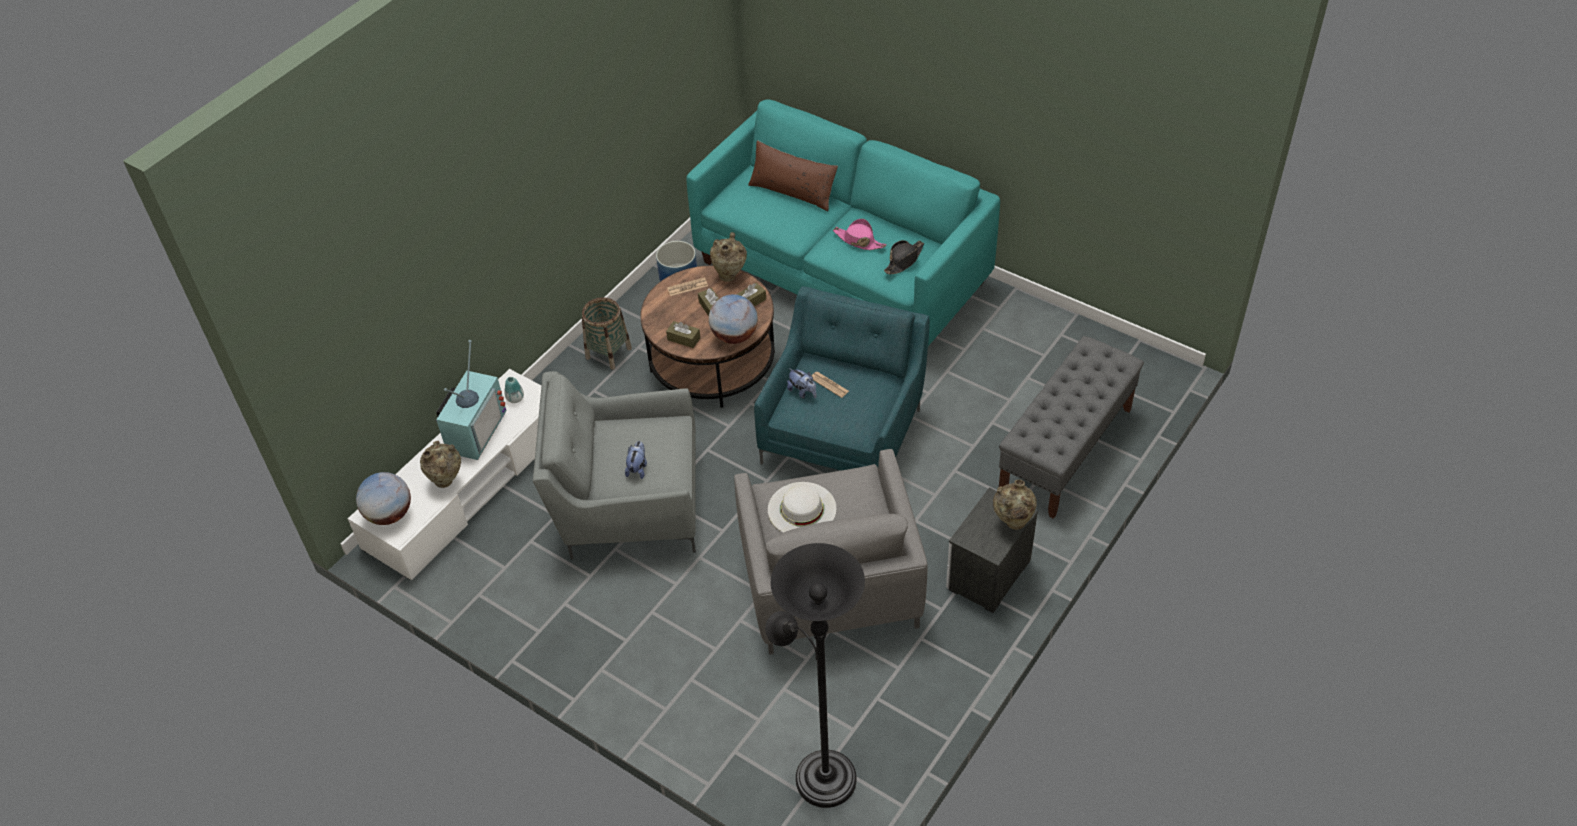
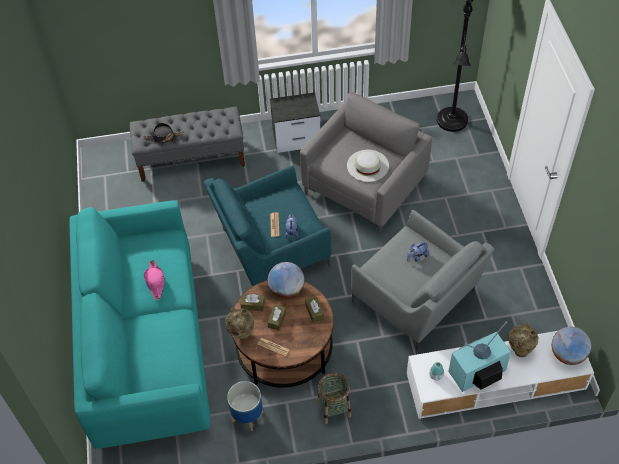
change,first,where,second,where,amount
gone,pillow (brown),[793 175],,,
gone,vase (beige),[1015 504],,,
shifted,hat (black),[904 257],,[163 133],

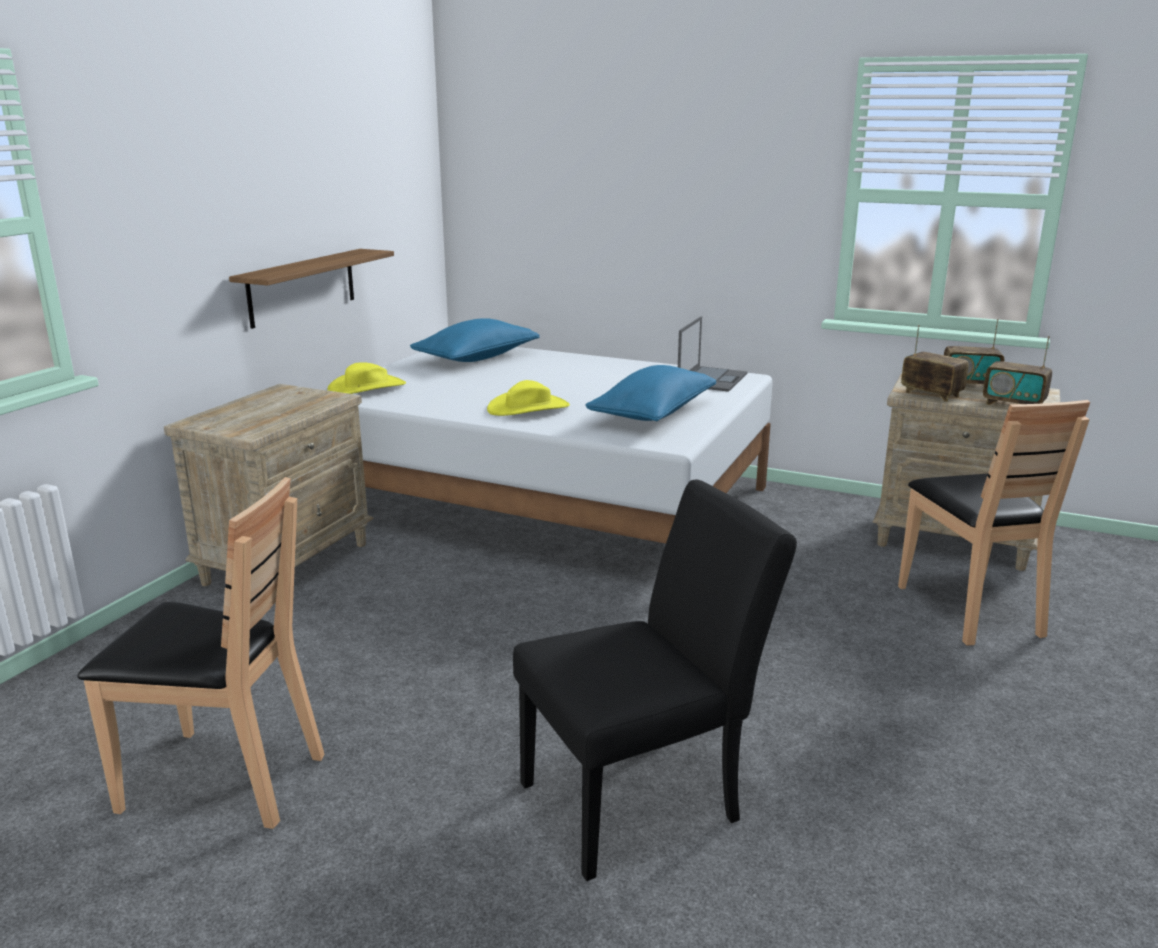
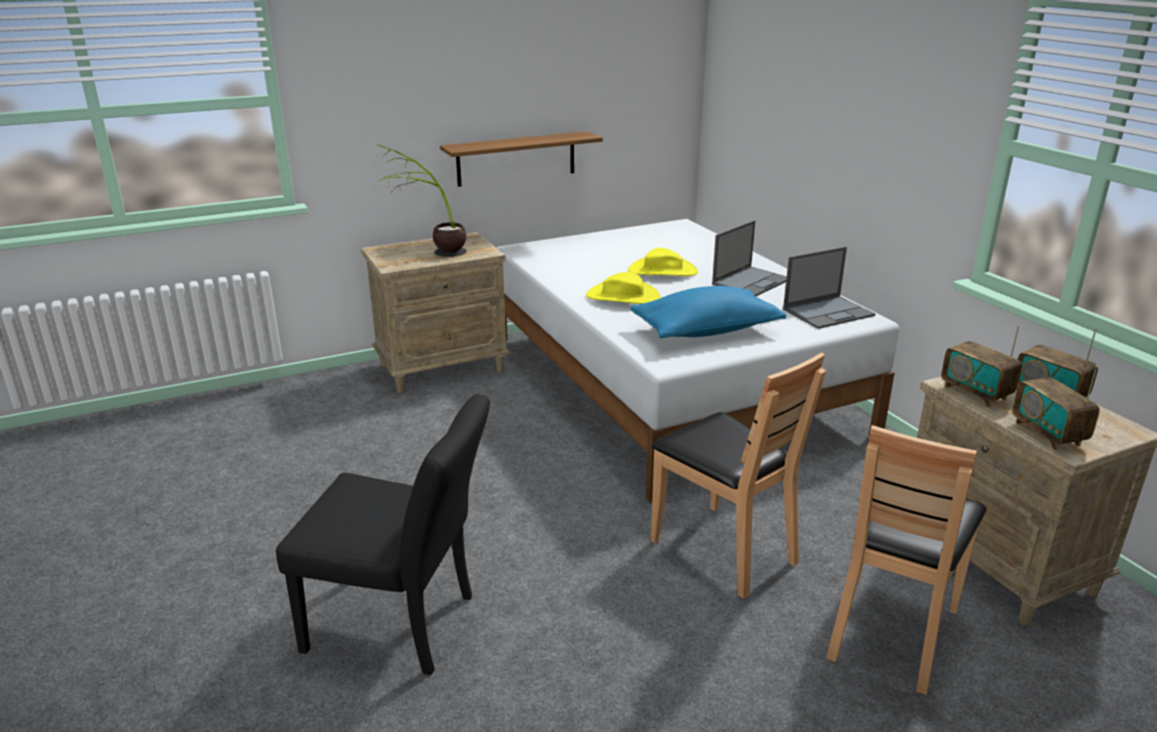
change,first,where,second,where,amount
gone,pillow (blue),[474 340],,,
new,,,potted plant,[422 200],
new,,,laptop,[749 258],
shifted,chair (brown),[200 653],,[738 475],
shifted,hat (yellow),[366 378],,[663 262],
rotated,radio,[935 363],,[981 366],150 degrees clockwise

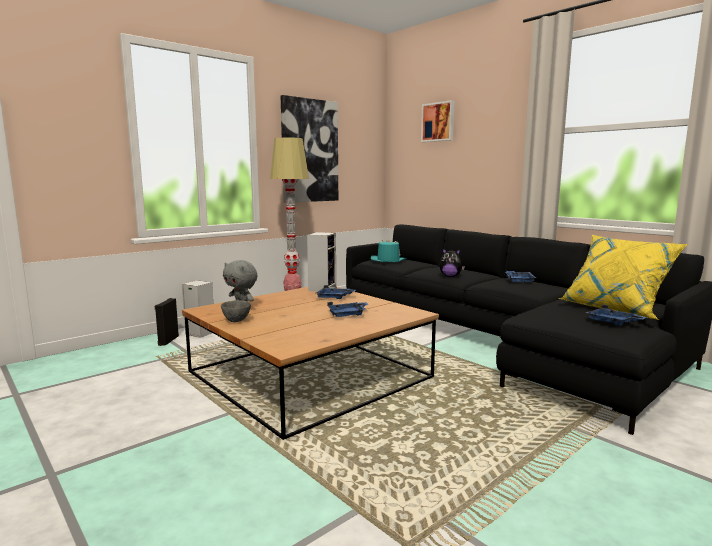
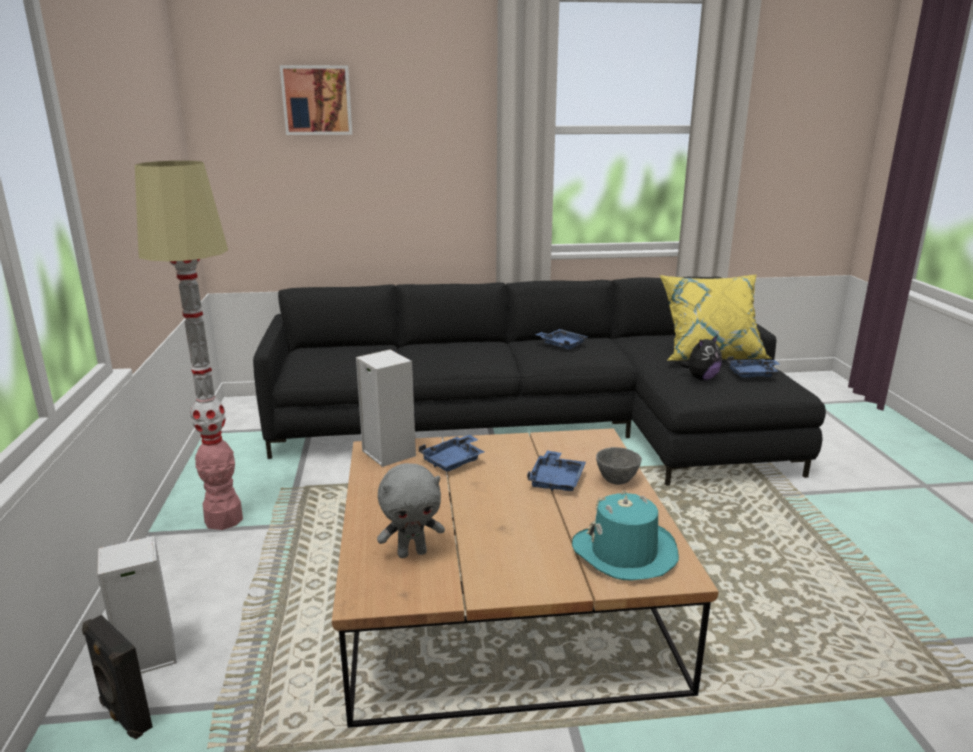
change,first,where,second,where,amount
gone,picture,[309 149],,,
shifted,bowl (grey),[236 311],,[619 466],
shifted,hat (turquoise),[389 250],,[625 535],
shifted,plush toy,[452 262],,[701 358],

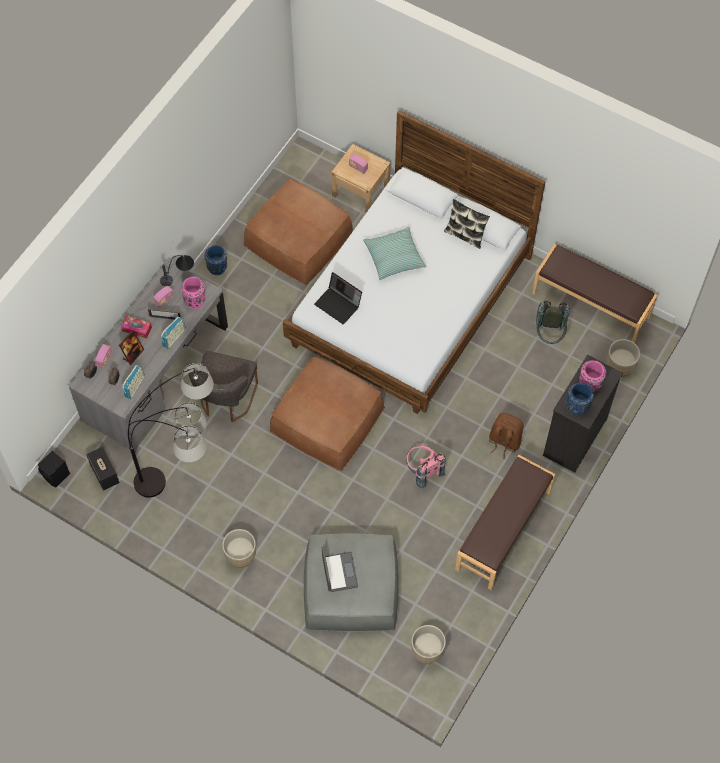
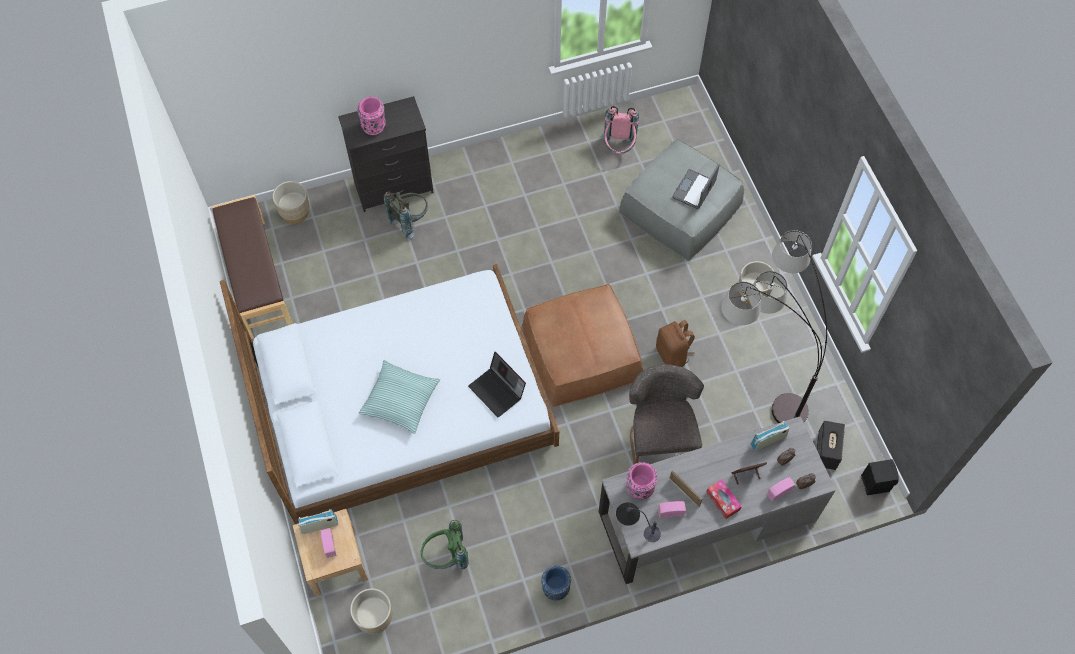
change,first,where,second,where,amount
gone,pillow,[467 224],,,
gone,bench (brown),[505 522],,,
gone,vase (blue),[580 399],,,
shifted,radio,[173 332],,[318 521],
shifted,backpack (pink),[426 467],,[620 130],
shifted,planter (beige),[428 644],,[371 611],
shifted,backpack (brown),[506 436],,[675 343],
shifted,backpack (grey),[552 322],,[406 215],
swapped,ottoman (brown),[298 231],backpack (green),[445 544],
rotated,chair (grey),[223 386],,[666 414],60 degrees counterclockwise
rotated,laptop,[338 298],,[497 384],150 degrees clockwise

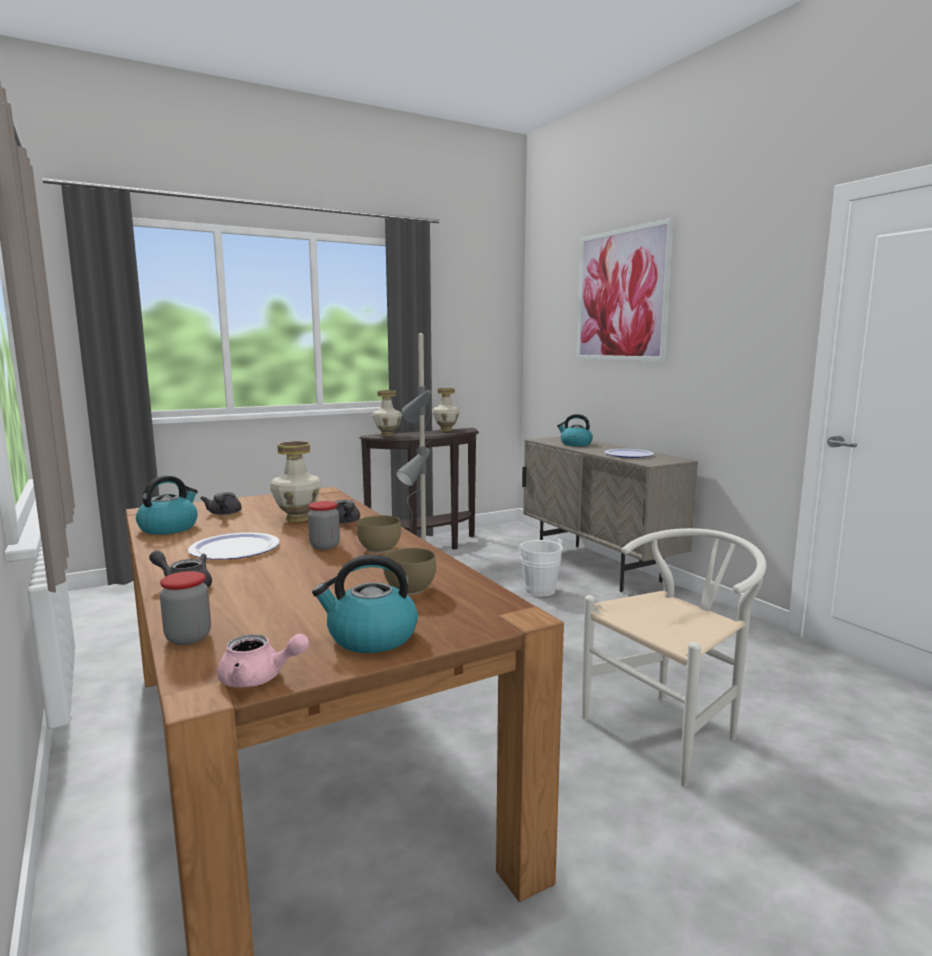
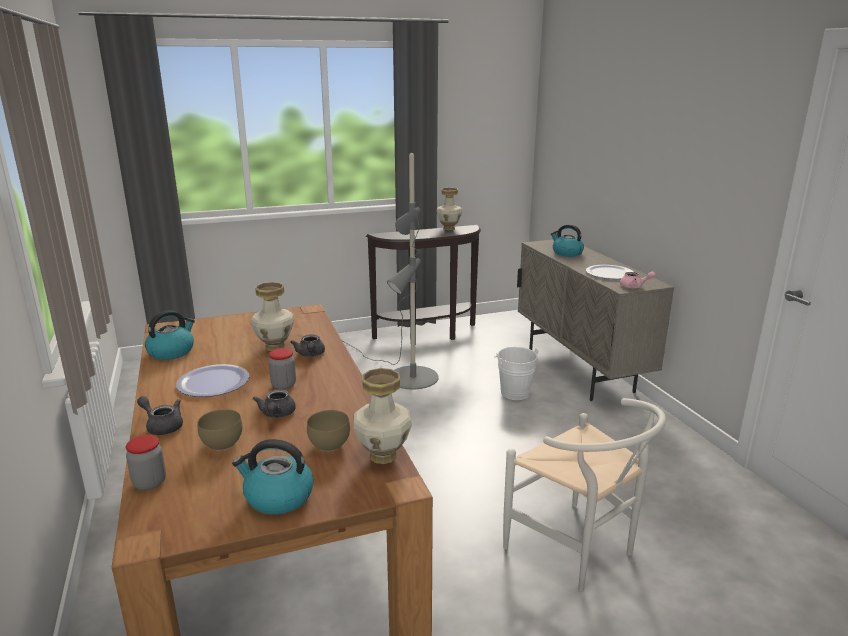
change,first,where,second,where,amount
gone,picture,[625 290],,,
shifted,teapot (grey),[221 504],,[274 403],
shifted,teapot (pink),[263 660],,[638 280],
shifted,bowl (brown),[379 534],,[220 430],
shifted,vase,[387 413],,[382 416],
rotated,chair (white),[674 657],,[584 494],75 degrees clockwise

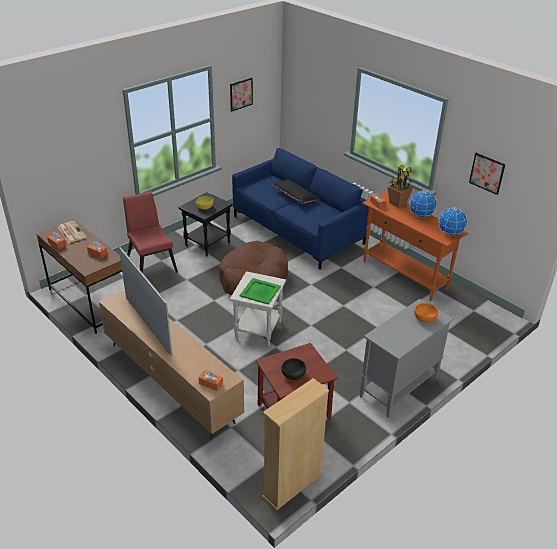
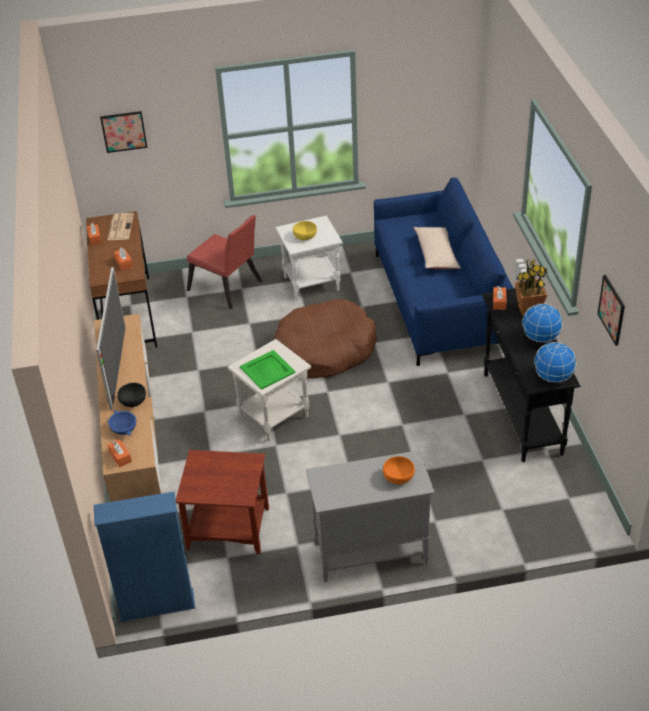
change,first,where,second,where,amount
new,,,bowl (blue),[122 423],
shifted,picture,[241 95],,[124 132],
shifted,bowl (black),[294 369],,[131 395],
repainted,side table (black),[205 224],side table (white),[309 258],
repainted,bookcase (beige),[295 444],bookcase (blue),[144 556],
repainted,pillow (black),[295 192],pillow (beige),[437 248],
repainted,console table (orange),[415 246],console table (black),[531 375],
rotated,chair (red),[150 232],,[224 262],120 degrees clockwise

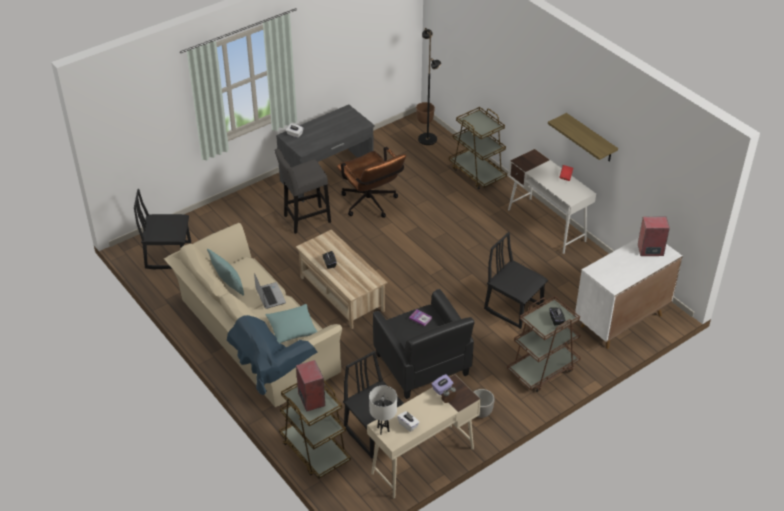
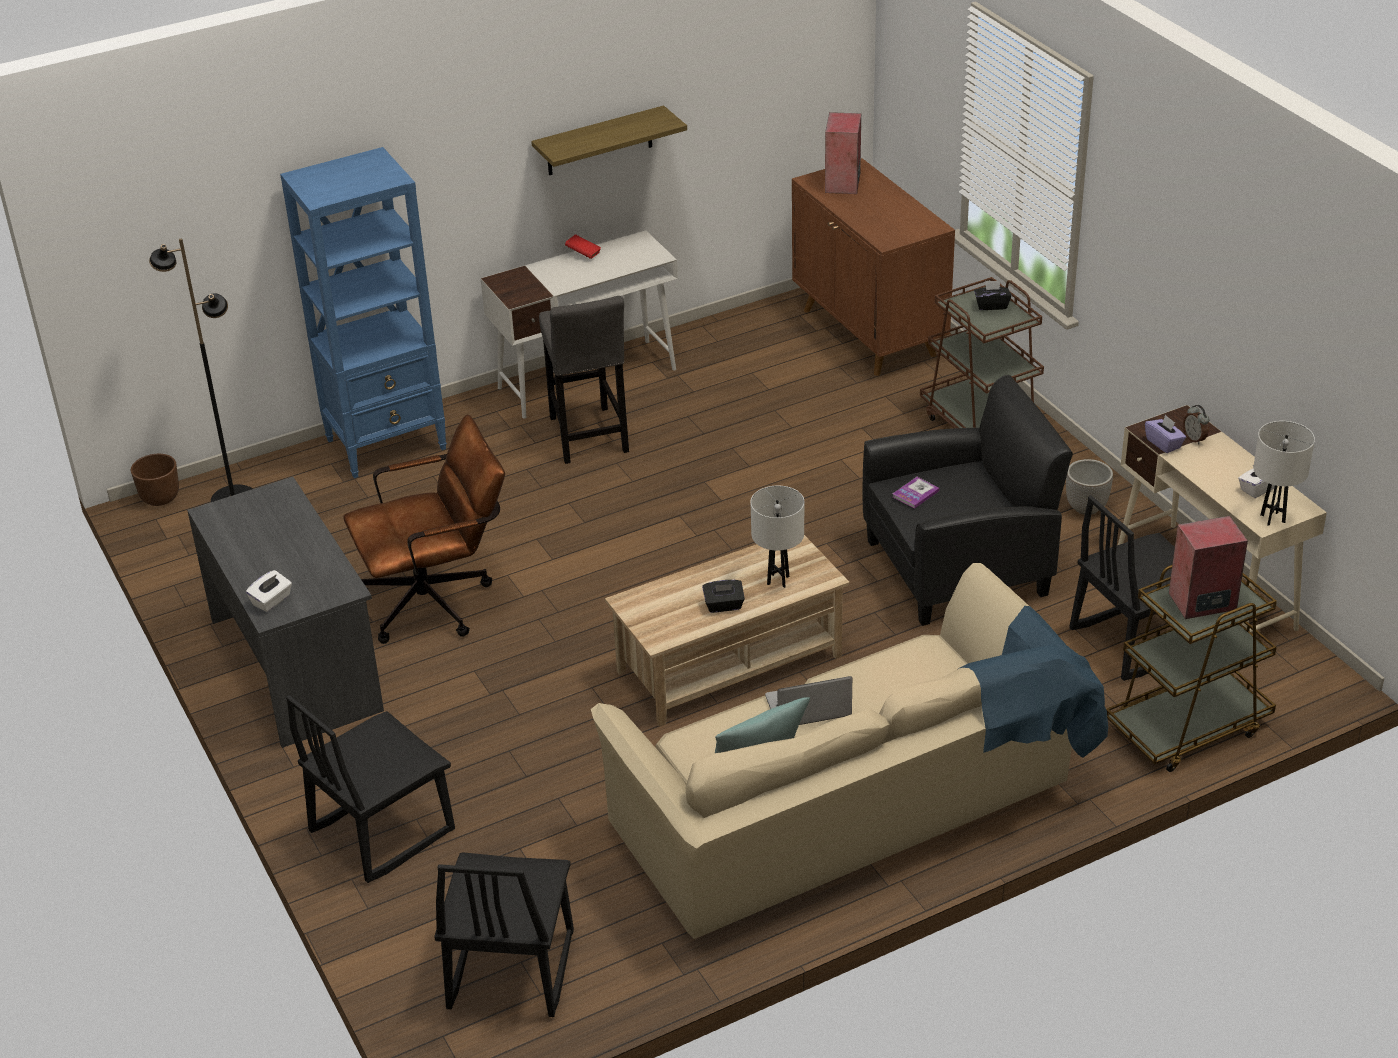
change,first,where,second,where,amount
gone,pillow (turquoise),[292 323],,,
new,,,table lamp (white),[777 537],
shifted,stool (grey),[302 191],,[584 380],
shifted,chair (black),[516 280],,[370 789],
swapped,cart (brown),[478 148],bookcase (blue),[363 312],
repainted,cabinet (white),[629 293],cabinet (brown),[873 267],

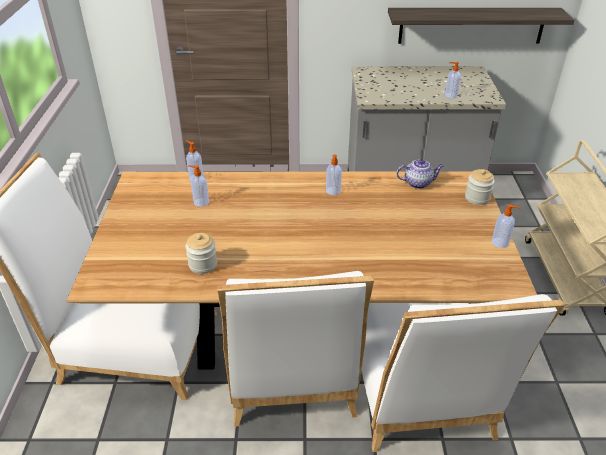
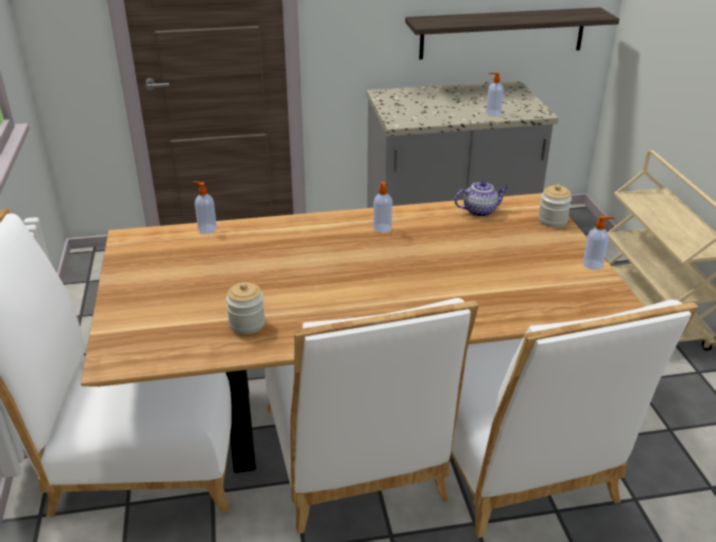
change,first,where,second,where,amount
gone,soap dispenser,[198 186],,,

